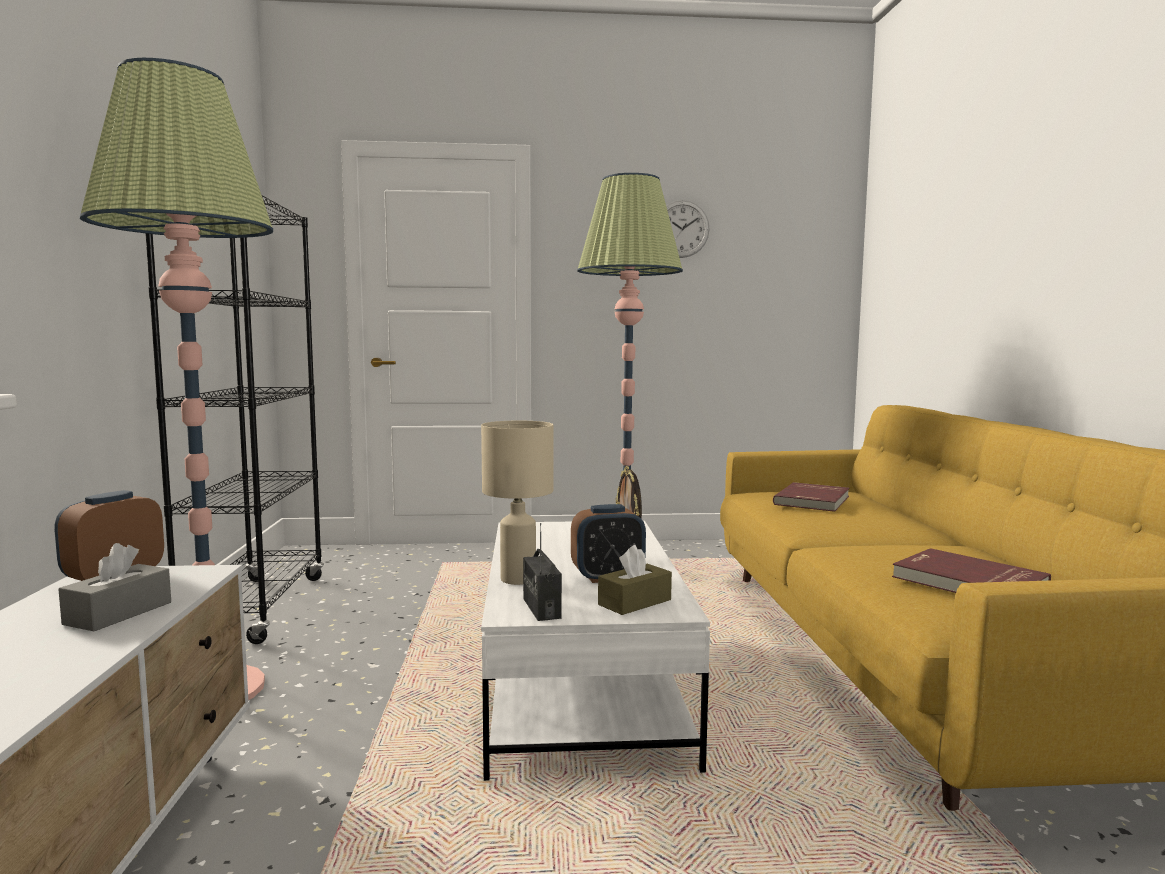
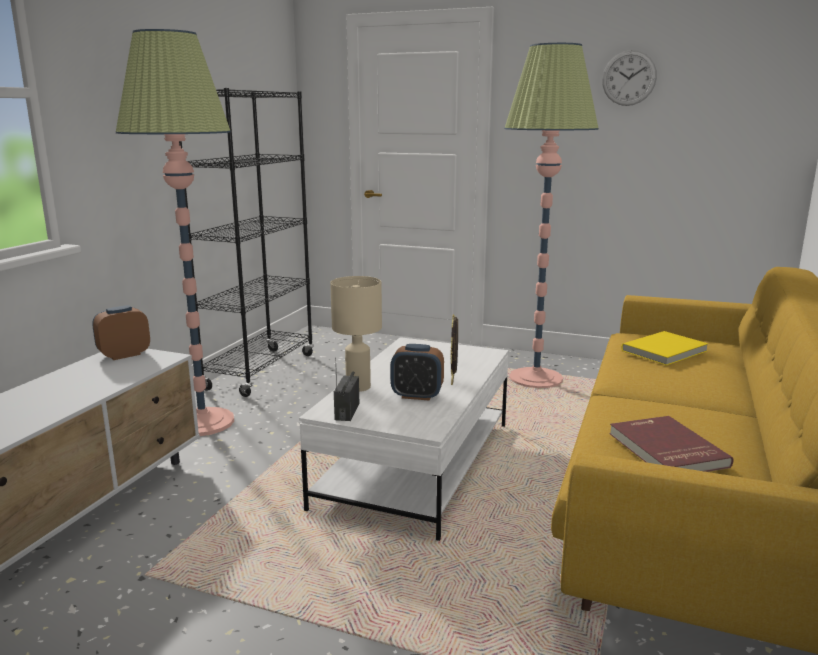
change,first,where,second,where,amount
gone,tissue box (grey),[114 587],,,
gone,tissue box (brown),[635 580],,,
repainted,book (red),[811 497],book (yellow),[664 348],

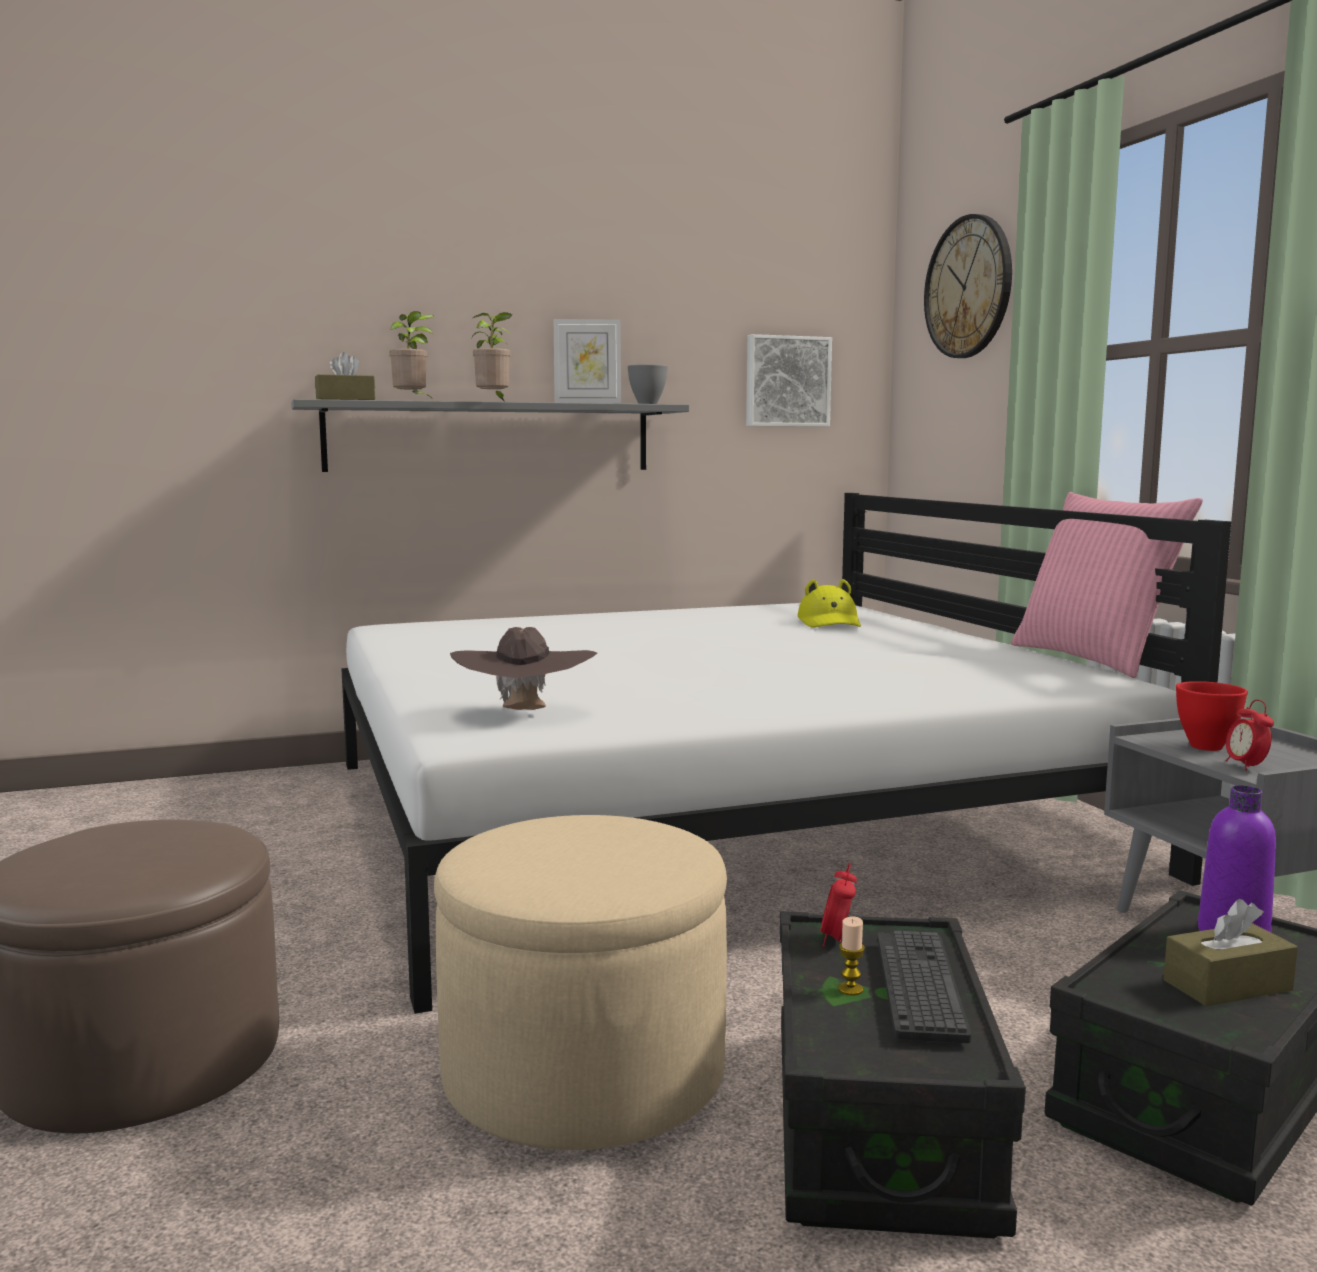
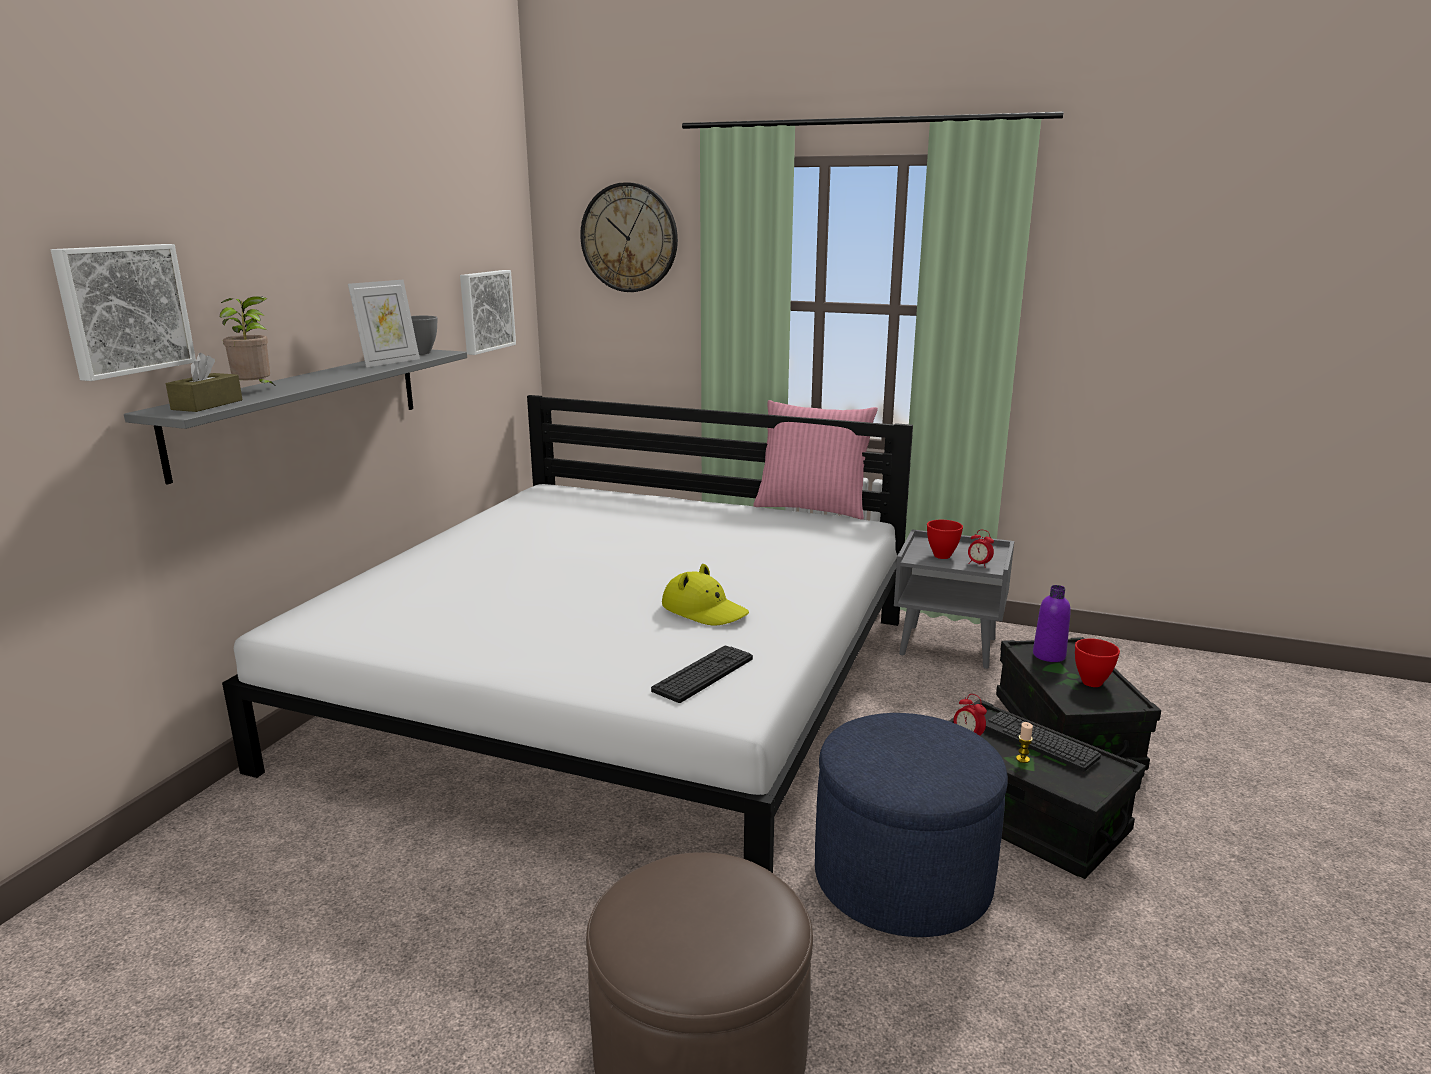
change,first,where,second,where,amount
gone,potted plant,[492 357],,,
new,,,picture,[123 312],
shifted,hat (yellow),[829 603],,[705 595],
swapped,hat (brown),[523 668],keyboard,[702 674],
swapped,tissue box (brown),[1230 952],bowl (red),[1097 662],
repainted,ottoman (beige),[580 982],ottoman (blue),[911 825],

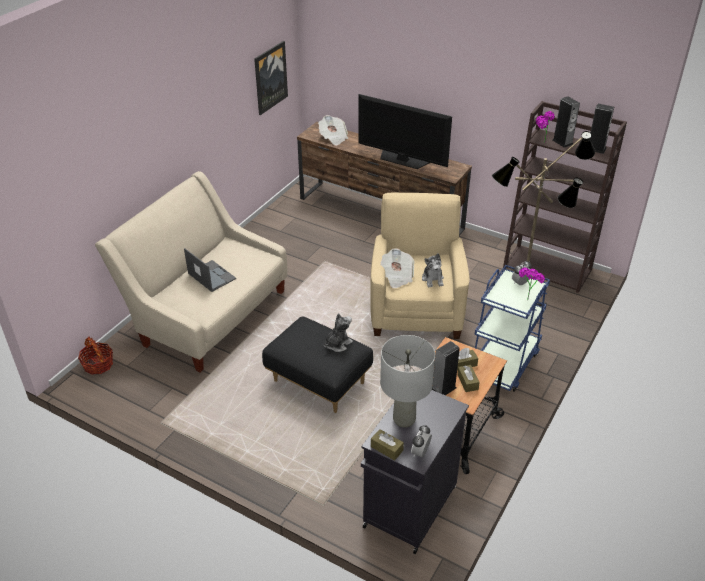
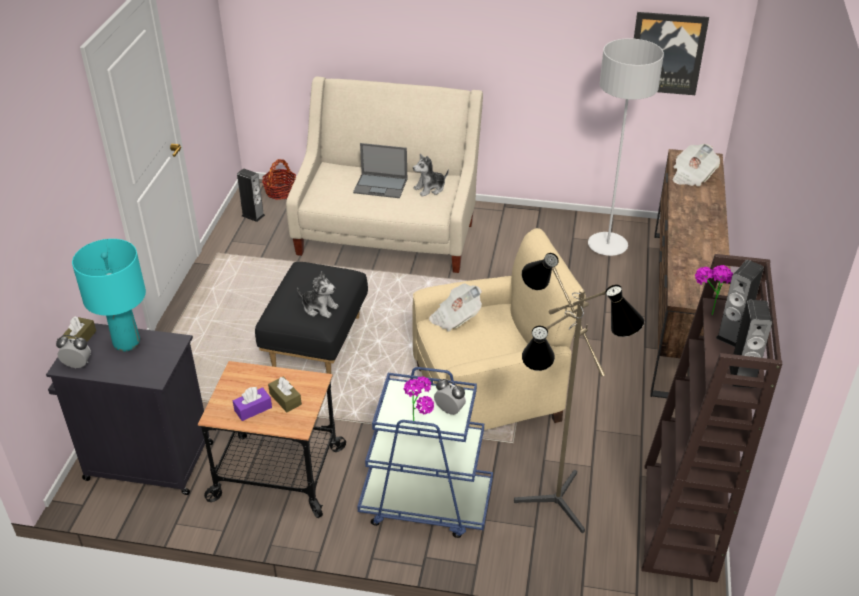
change,first,where,second,where,amount
gone,television,[405 131],,,
new,,,floor lamp (grey),[626 147],
shifted,plush toy,[433 270],,[431 175],
shifted,speaker,[446 368],,[251 195],
repainted,table lamp (grey),[407 381],table lamp (turquoise),[109 295],
repainted,tissue box (brown),[468 378],tissue box (purple),[252 404],
rotated,laptop,[210 270],,[380 170],75 degrees clockwise

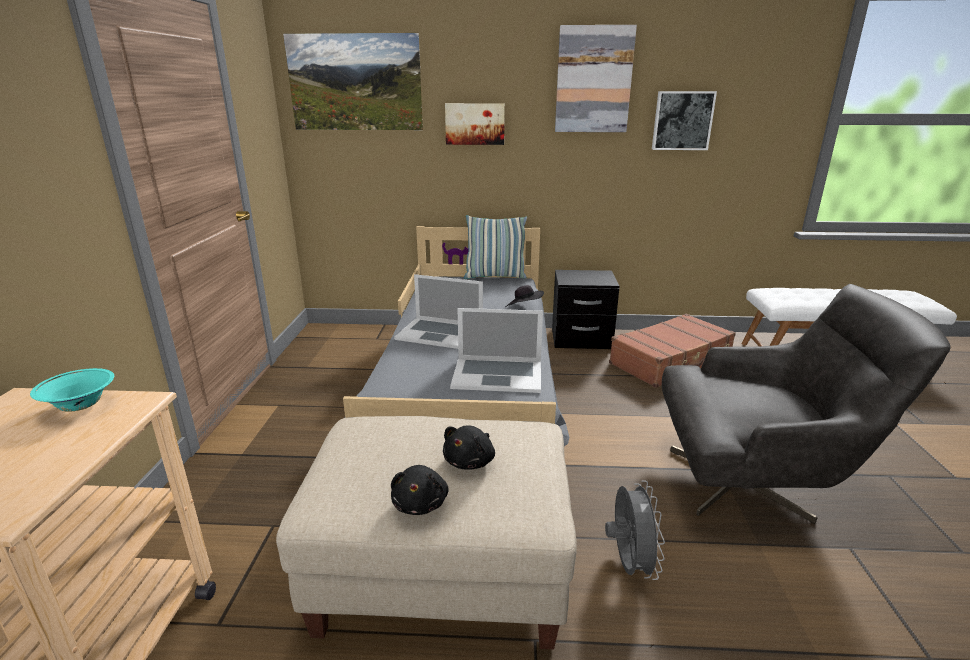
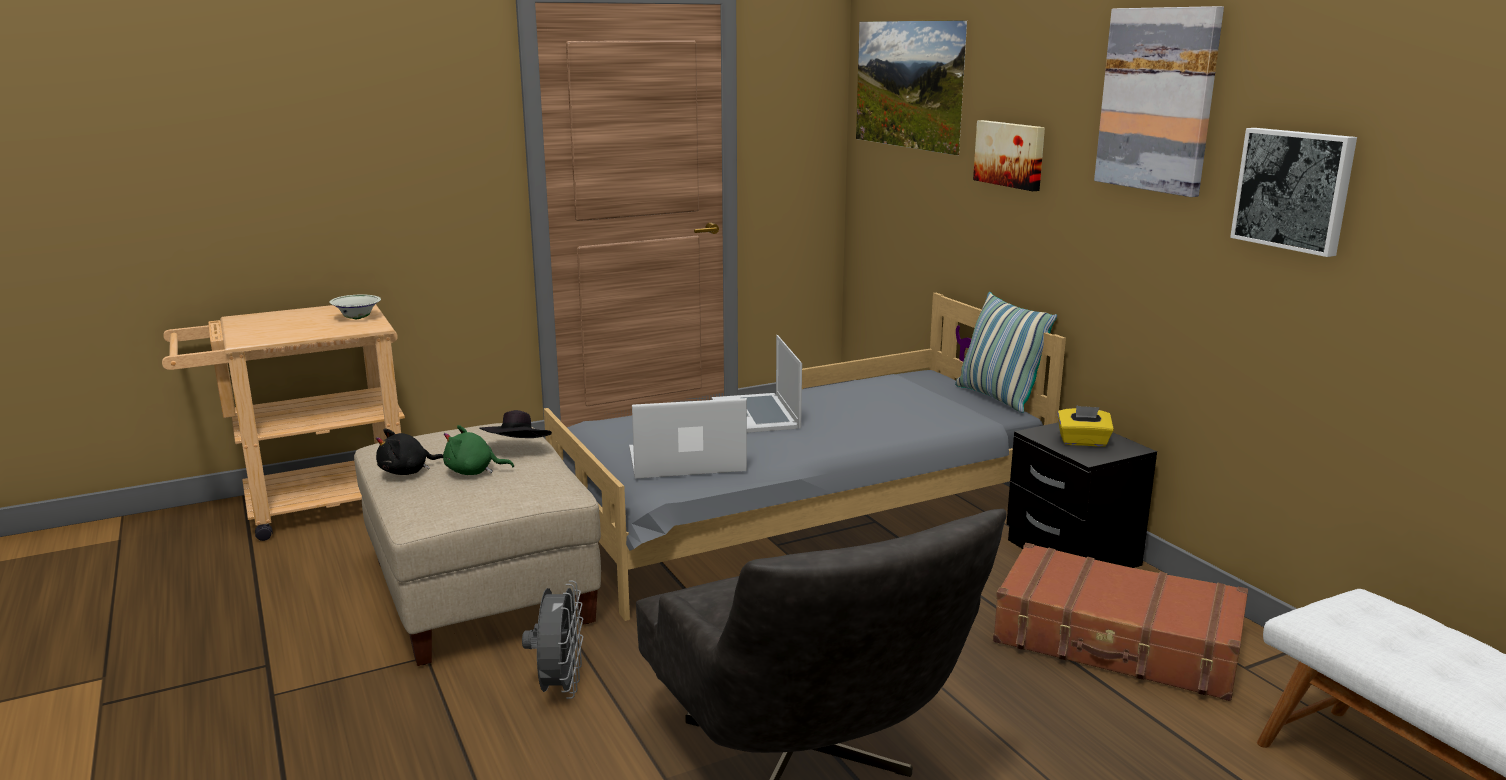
change,first,where,second,where,amount
new,,,tissue box (yellow),[1085 426],
shifted,hat (black),[524 296],,[515 424],
repainted,bowl (turquoise),[72 390],bowl (white),[355 306],
repainted,plush toy (black),[469 447],plush toy (green),[478 450],
rotated,laptop,[496 350],,[688 438],105 degrees clockwise
rotated,fan (grey),[635 530],,[552 640],60 degrees counterclockwise

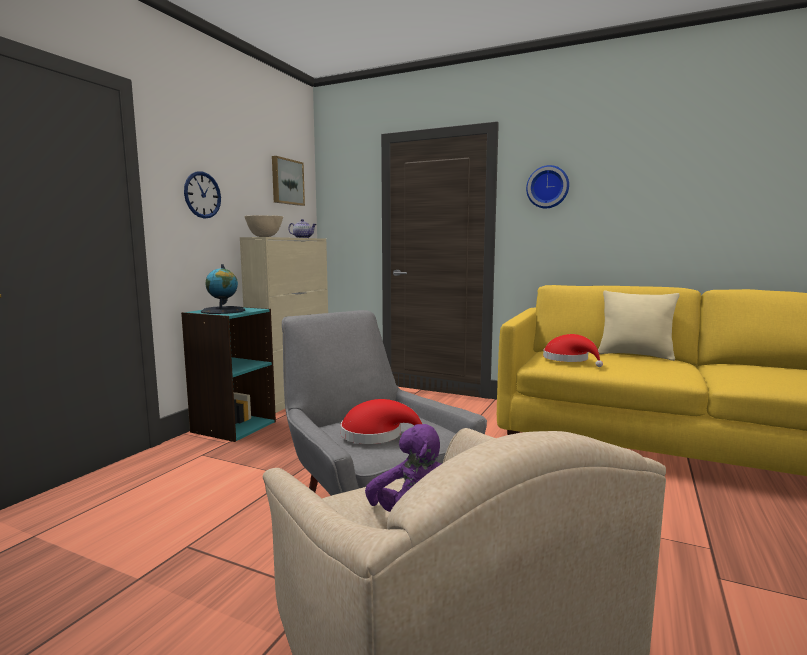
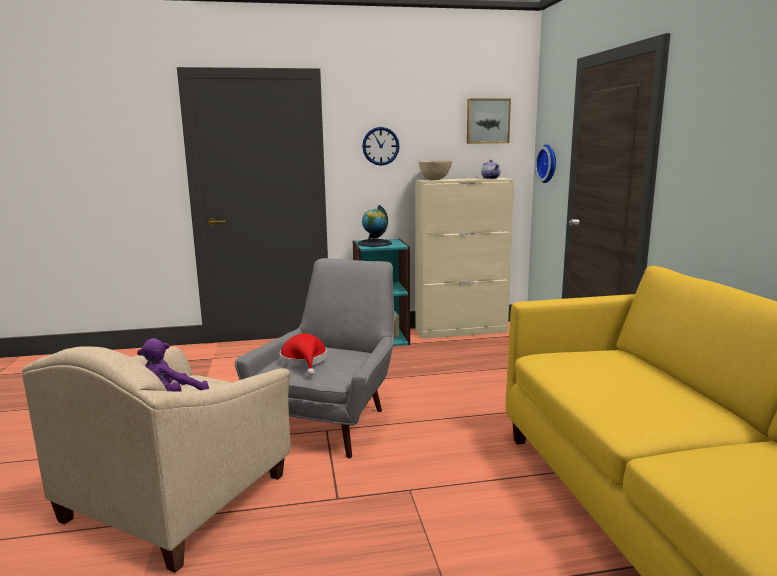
change,first,where,second,where,amount
gone,hat (red),[573 350],,,
gone,pillow (beige),[639 326],,,
shifted,wall clock,[547 186],,[545 163],

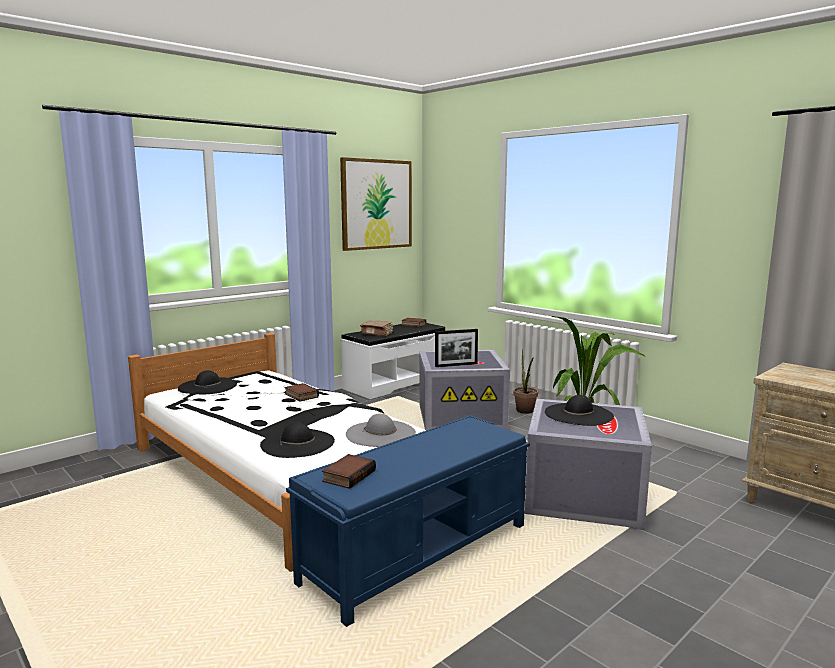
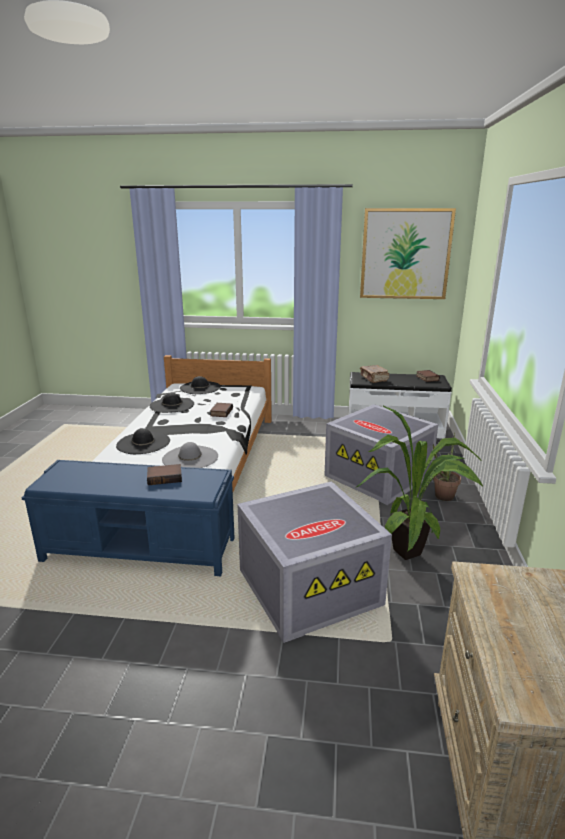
change,first,where,second,where,amount
gone,picture frame,[456 348],,,
shifted,book,[349 471],,[164 474],
shifted,hat (black),[579 410],,[172 403],

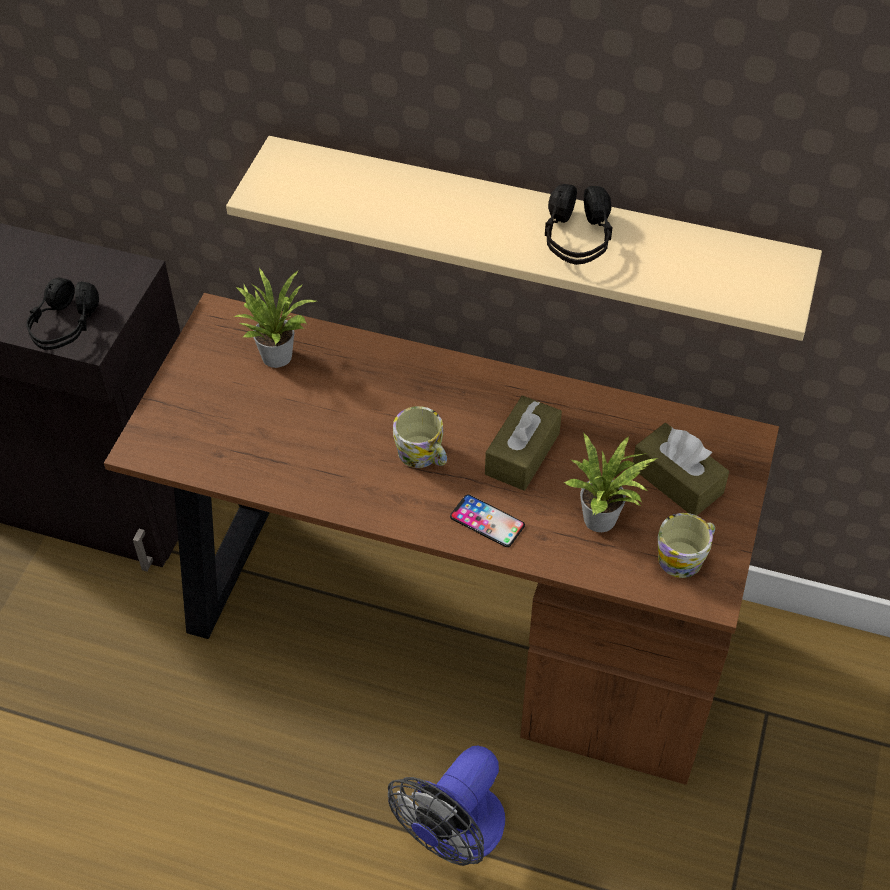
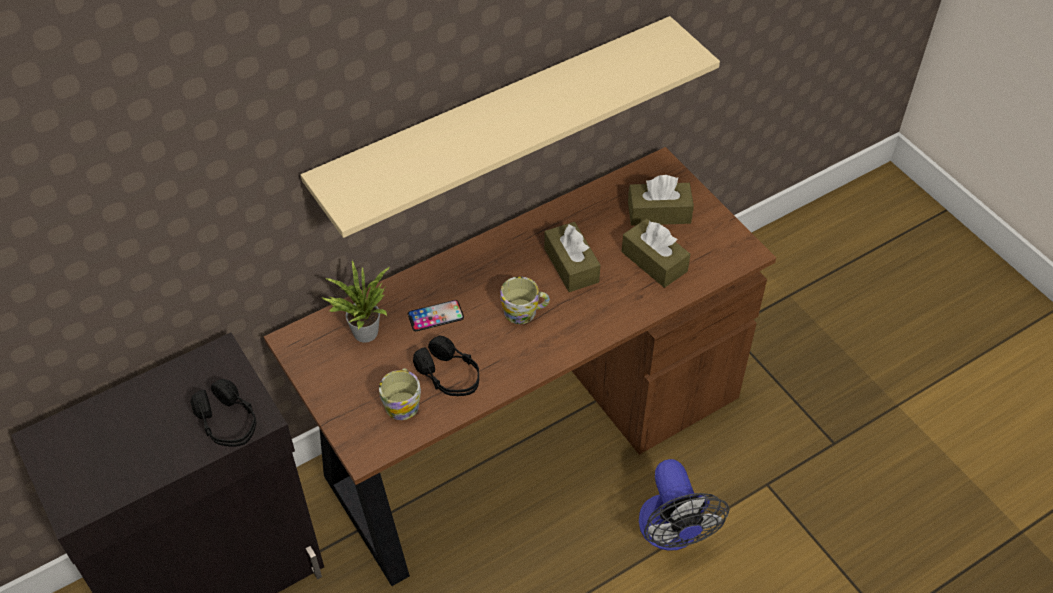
change,first,where,second,where,amount
shifted,phone,[487 520],,[436 315],
shifted,headphones (black),[579 224],,[446 365],
shifted,mug,[686 545],,[400 394],
swapped,potted plant,[610 482],tissue box (brown),[656 253],

